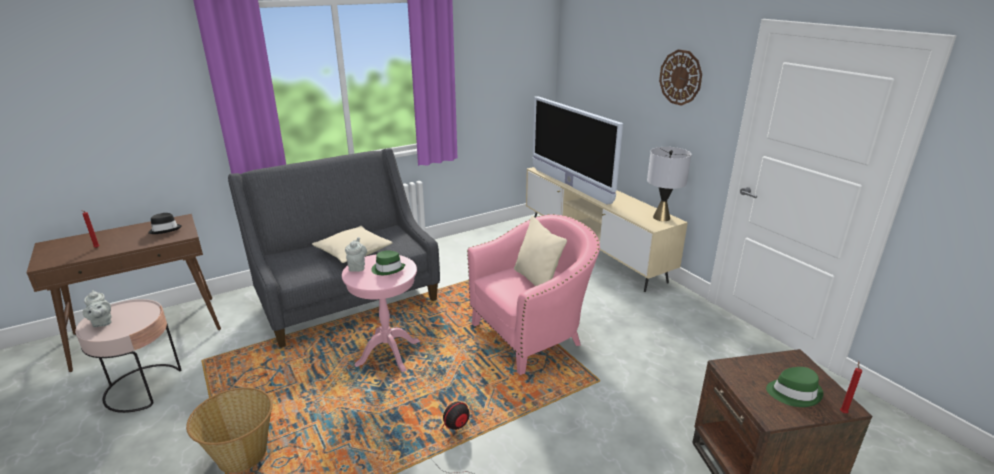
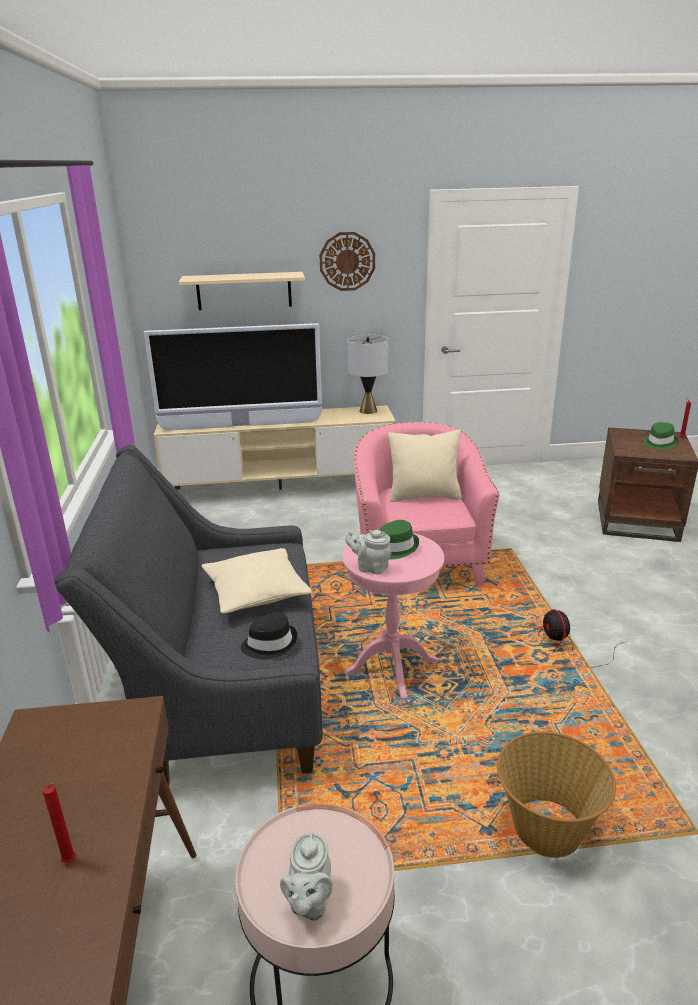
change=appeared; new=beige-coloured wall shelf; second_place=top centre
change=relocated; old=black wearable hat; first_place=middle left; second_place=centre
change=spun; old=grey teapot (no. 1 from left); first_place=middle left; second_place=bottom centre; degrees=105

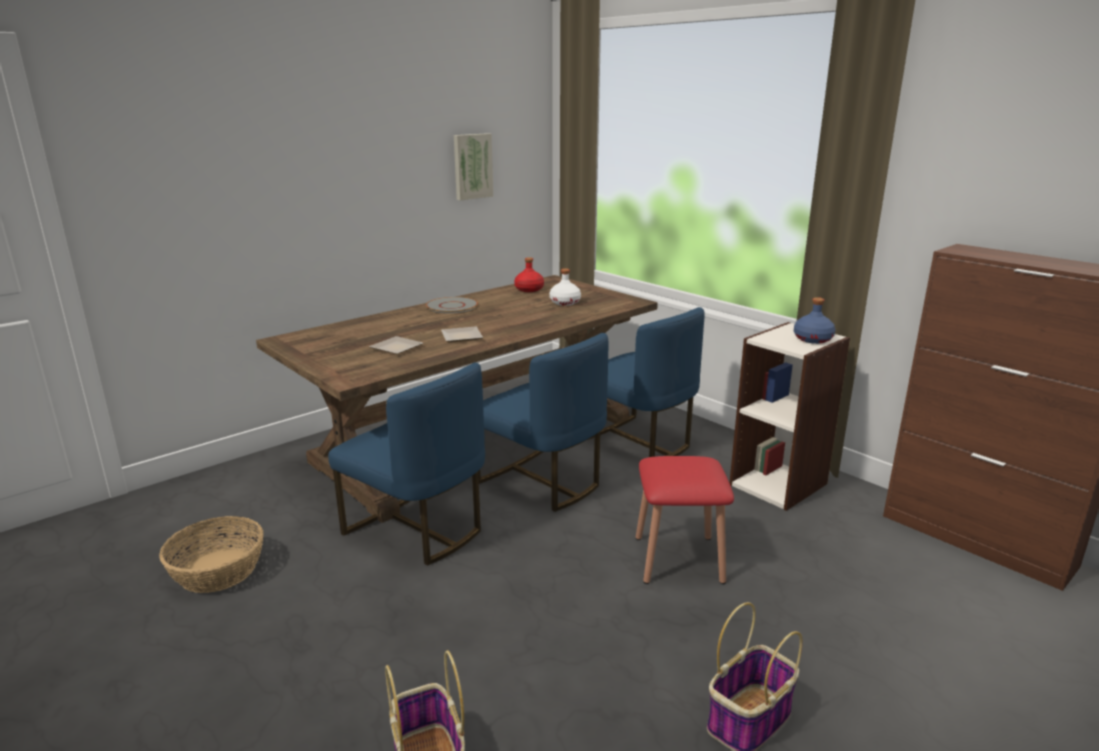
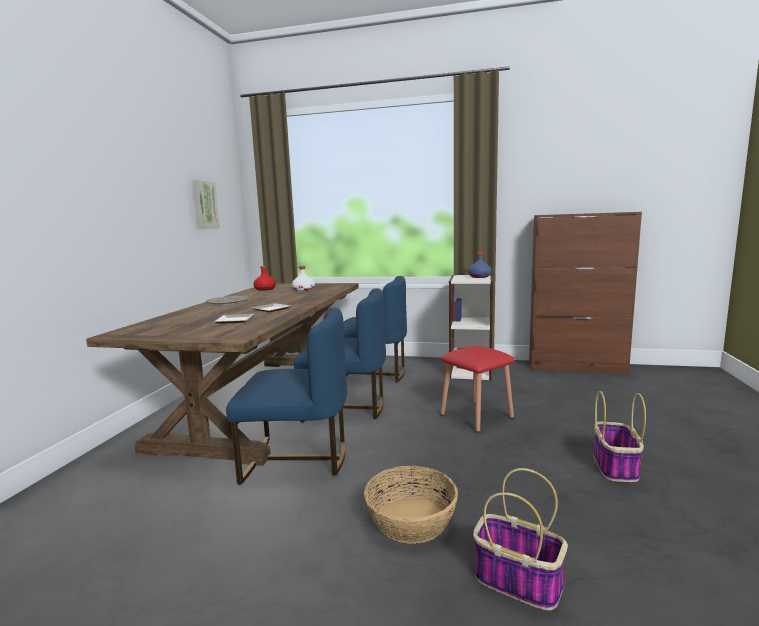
change=relocated; old=household basket (no. 1 from left); first_place=bottom left; second_place=bottom centre

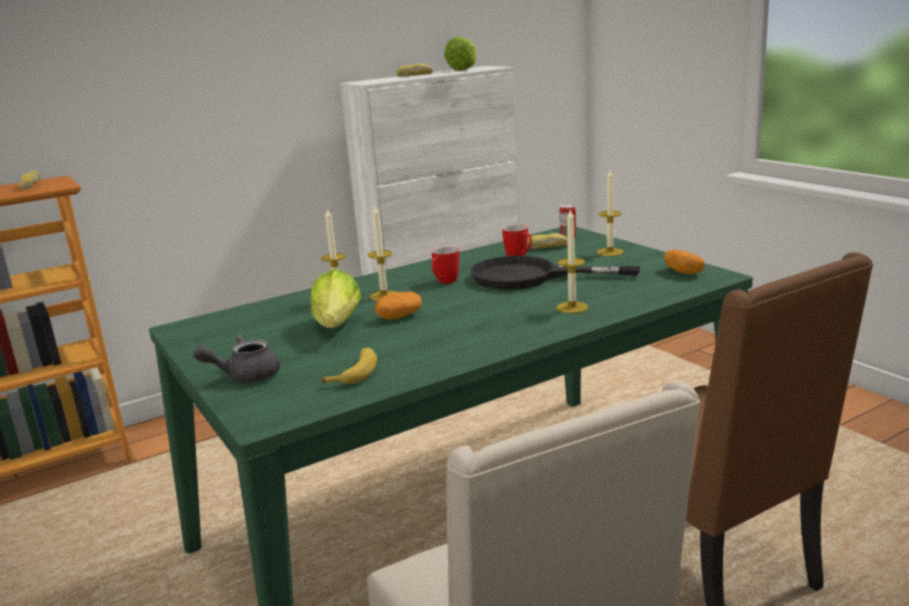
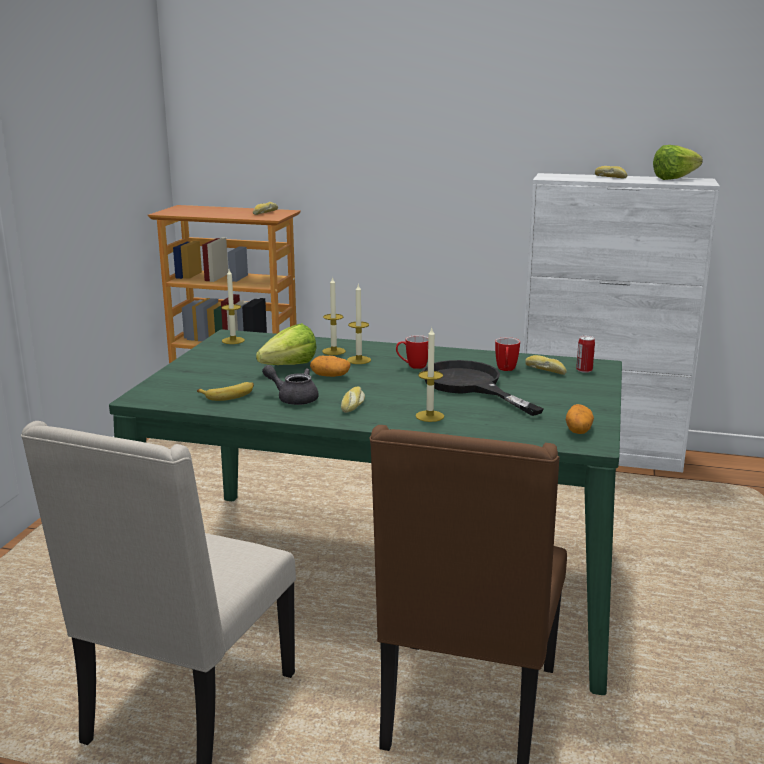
change=relocated; old=candle (no. 4 from left in the first image); new=candle (no. 1 from left); first_place=middle right; second_place=middle left
change=relocated; old=grey teapot; first_place=middle left; second_place=centre
change=appeared; new=bread (no. 2 from left); second_place=centre

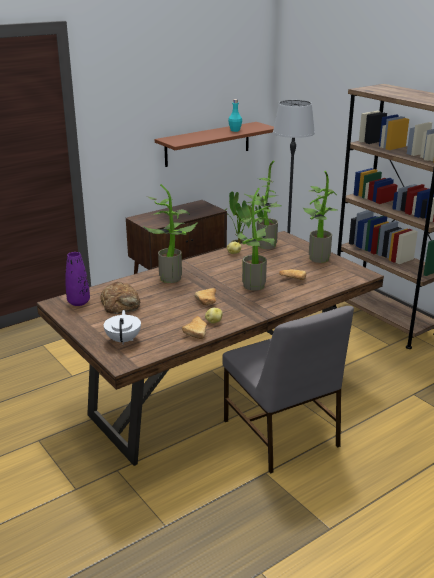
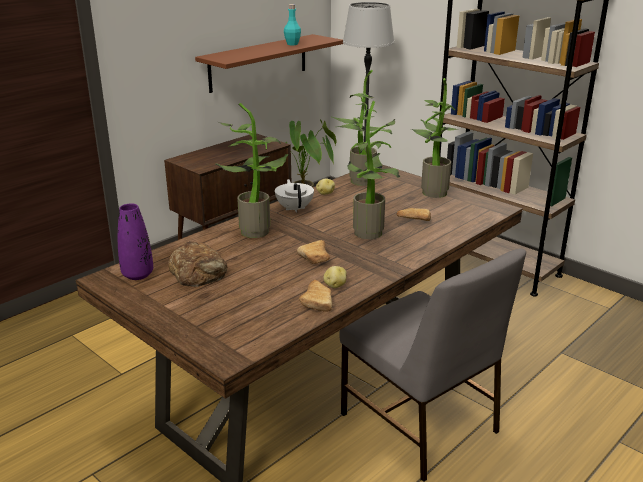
change=relocated; old=white teapot; first_place=middle left; second_place=centre

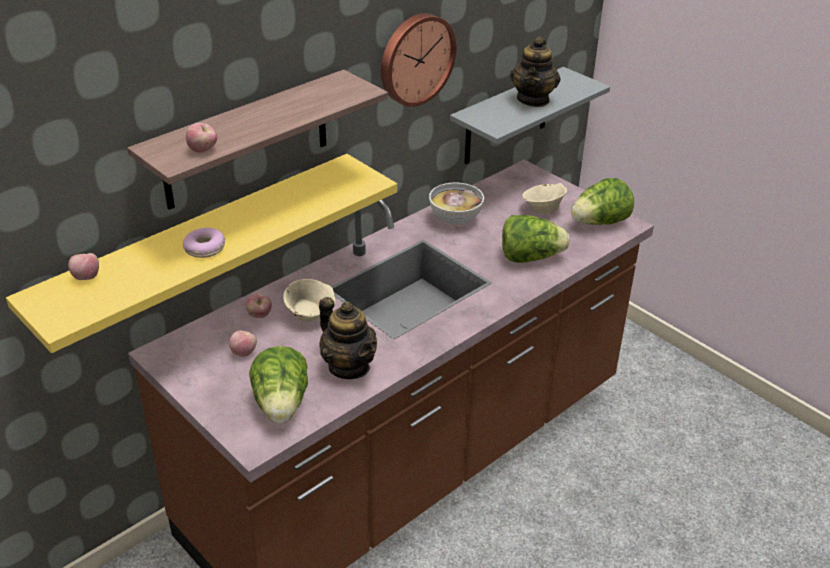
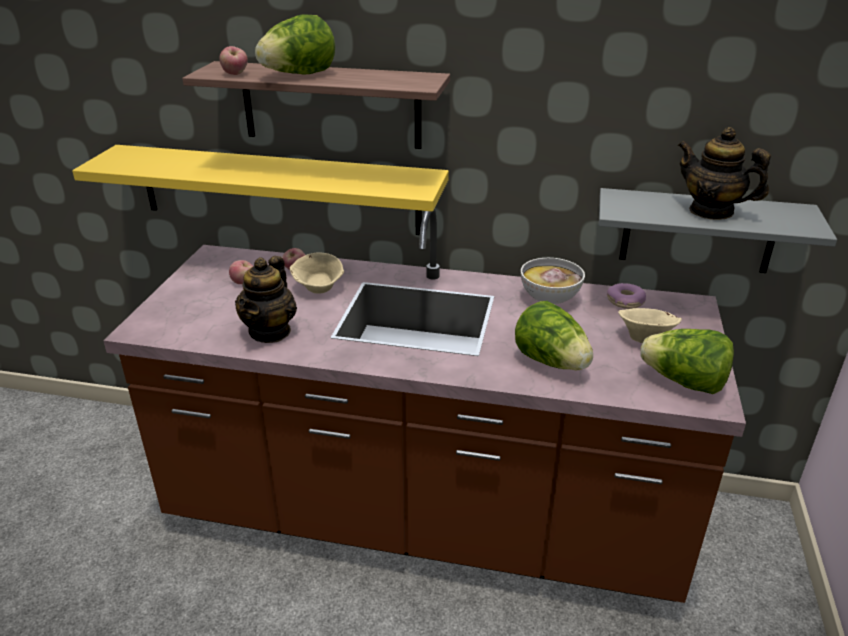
change=relocated; old=lettuce head (no. 1 from left); first_place=bottom centre; second_place=top centre
change=relocated; old=ring doughnut; first_place=middle left; second_place=middle right
change=spun; old=teapot (no. 2 from left); first_place=top centre; second_place=top right; degrees=60
change=missing; old=whole apple (no. 1 from left); first_place=middle left
change=missing; old=clock on the wall; first_place=top centre

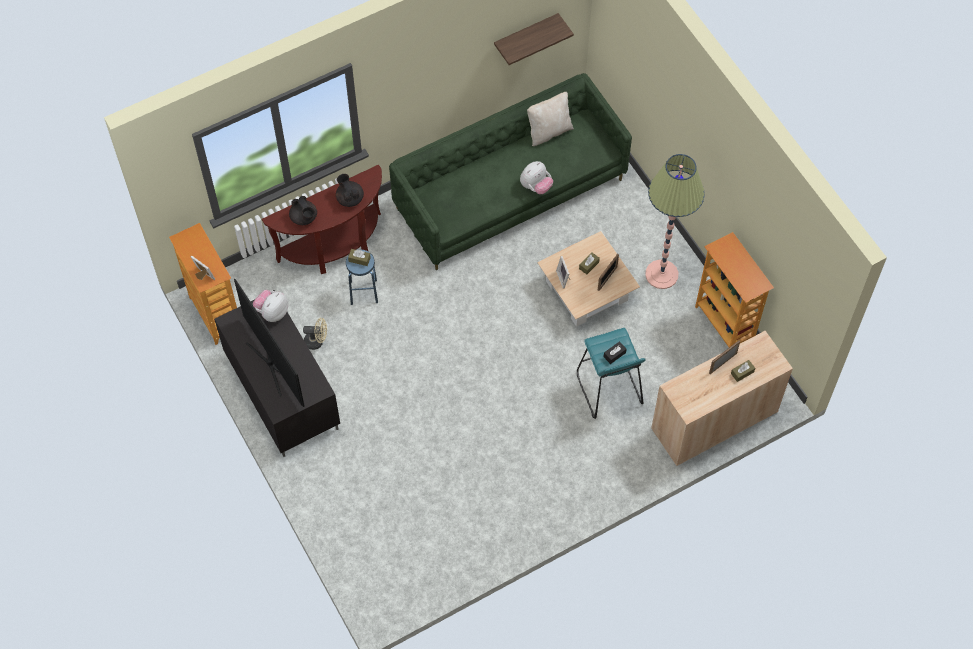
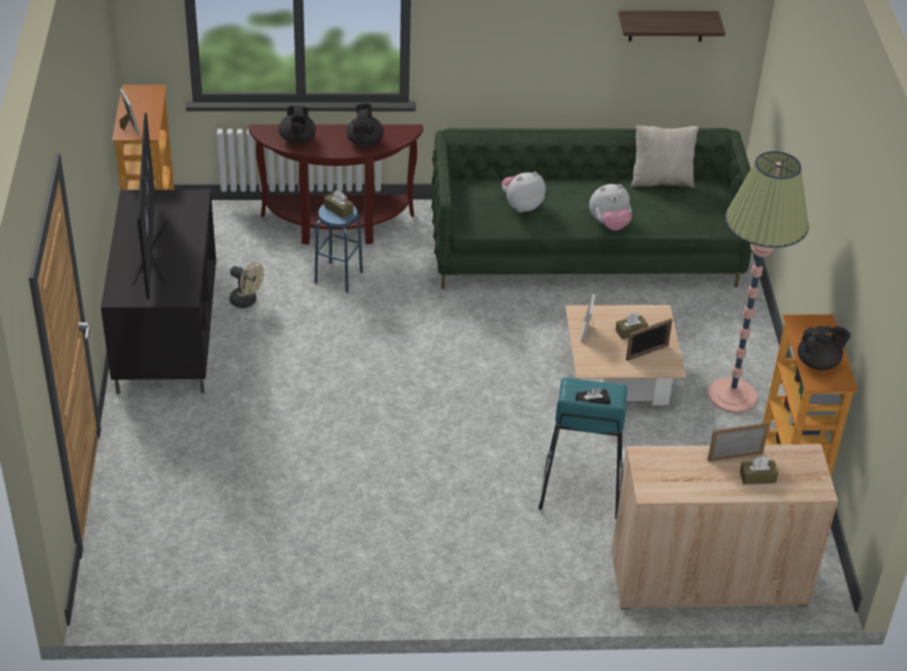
change=relocated; old=plush toy (no. 1 from left); first_place=middle left; second_place=top centre
change=appeared; new=black teapot (no. 3 from left); second_place=middle right

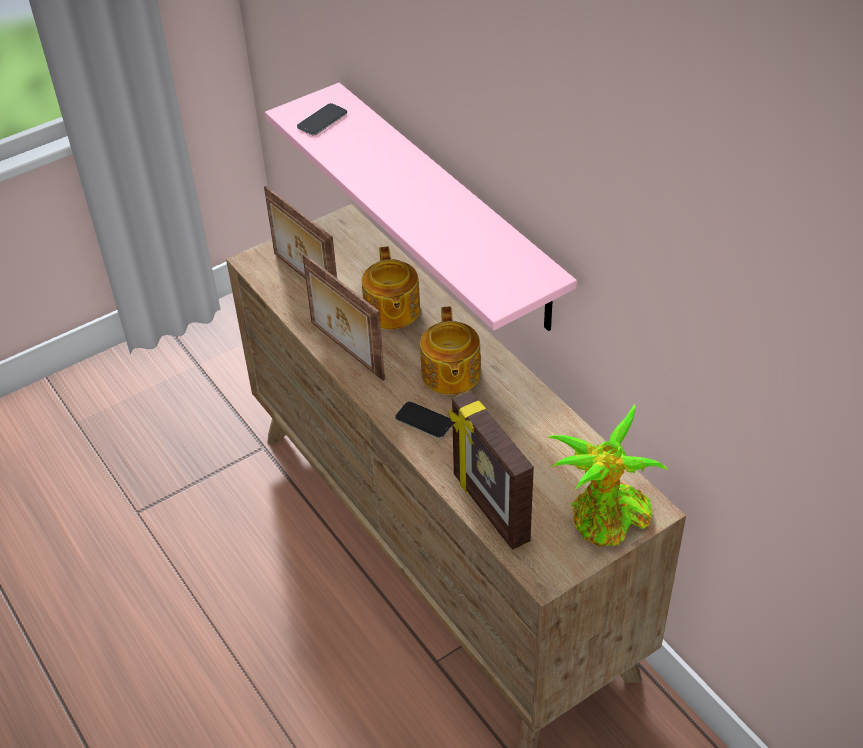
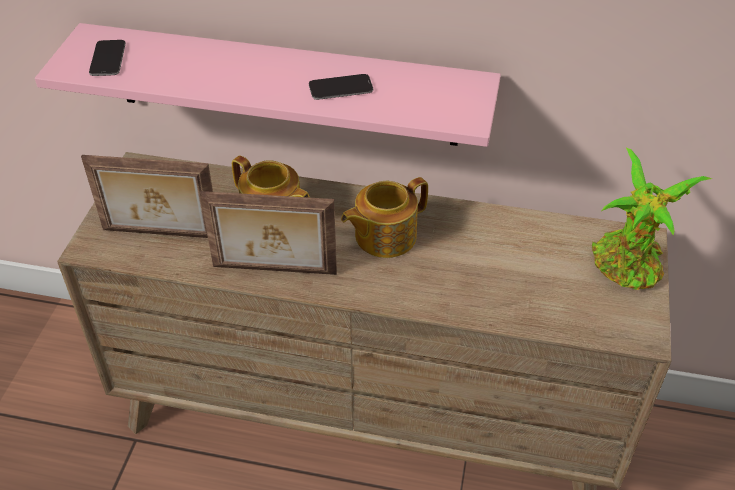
change=relocated; old=phone (no. 2 from left); first_place=centre; second_place=top centre
change=spun; old=teapot (no. 2 from left); first_place=centre; second_place=centre; degrees=105
change=missing; old=photo frame (no. 3 from left); first_place=centre

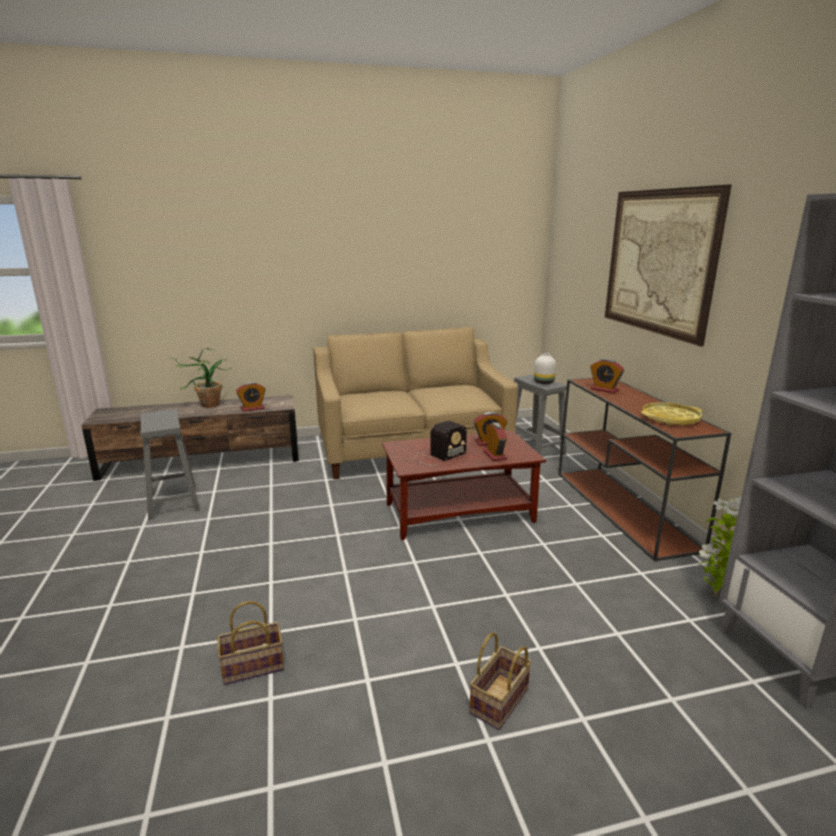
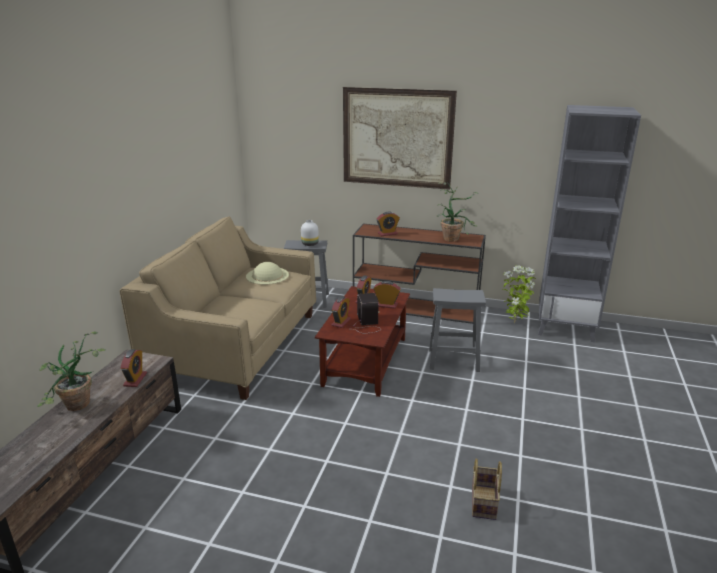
change=appeared; new=beige-coloured wearable hat; second_place=centre
change=appeared; new=table clock (no. 2 from left); second_place=centre
change=relocated; old=grey sitting stool (no. 1 from left in the first image); new=grey sitting stool (no. 2 from left); first_place=middle left; second_place=centre
change=exchanged; old=yellow carrying tray; new=plant in a pot (no. 2 from left); first_place=middle right; second_place=centre
change=missing; old=household basket (no. 2 from left); first_place=bottom centre

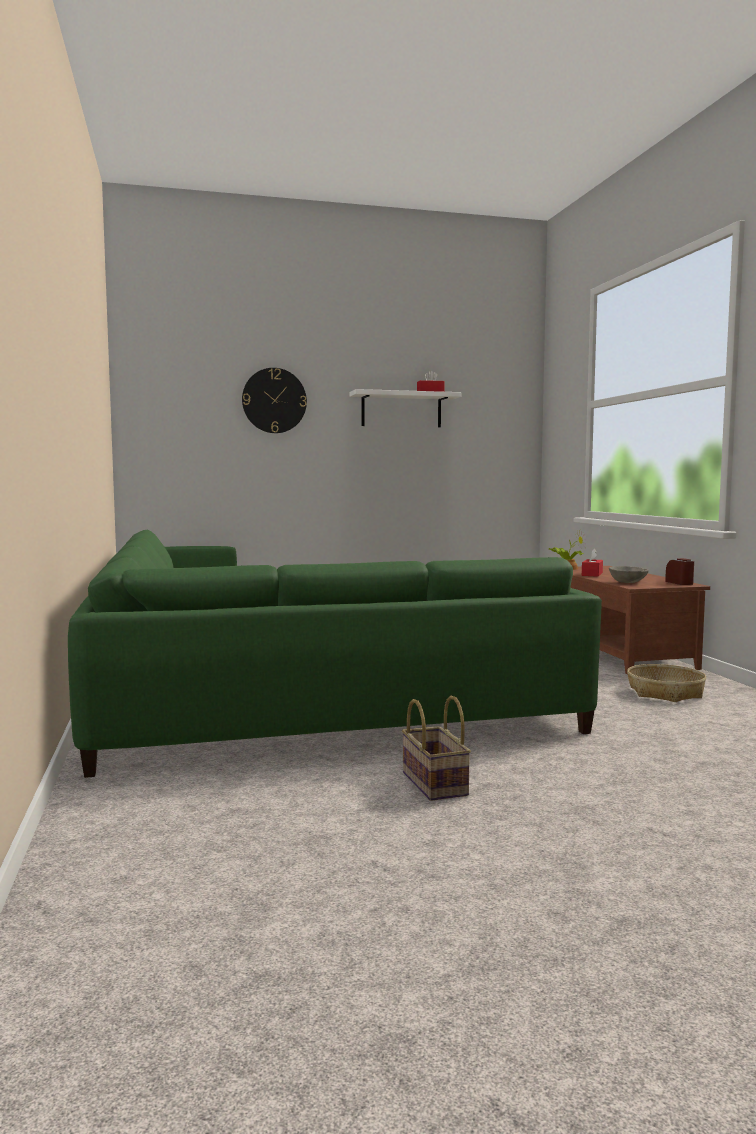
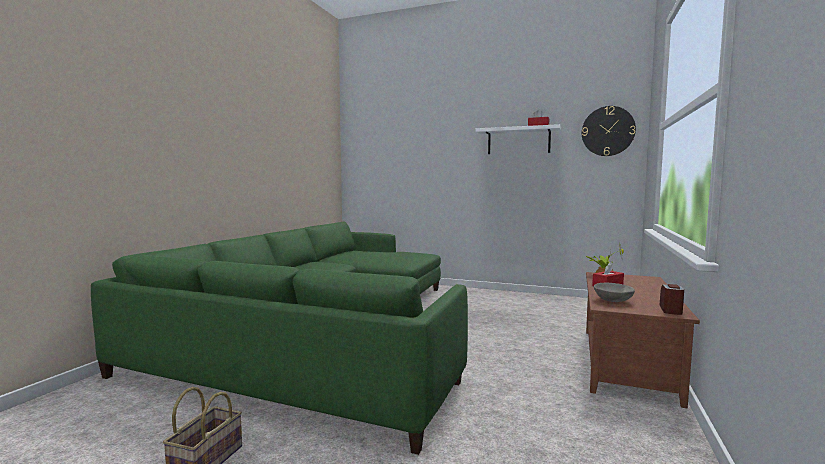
change=relocated; old=clock on the wall; first_place=centre; second_place=top right
change=missing; old=household basket (no. 2 from left); first_place=middle right

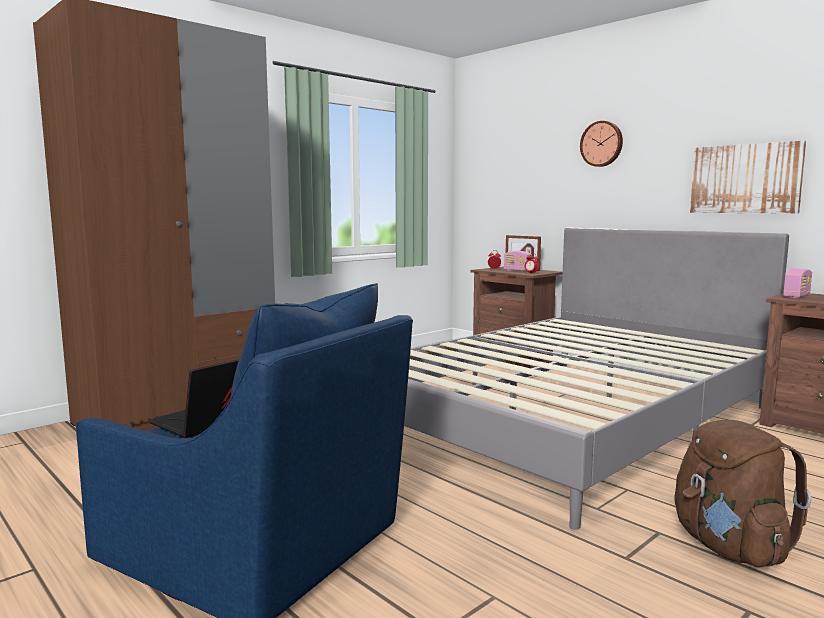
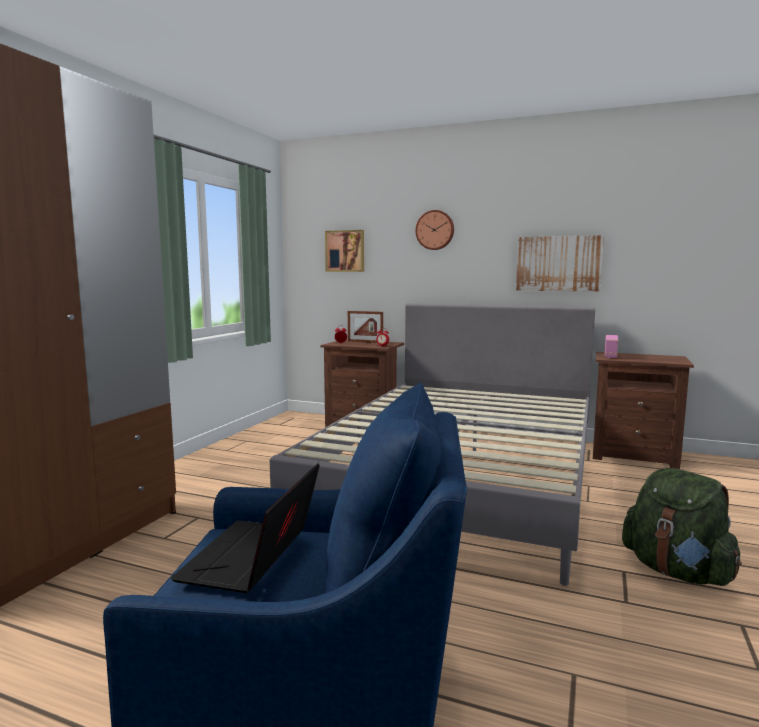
change=appeared; new=wall picture (no. 1 from left); second_place=centre
change=colour; old=brownish knapsack; new=green knapsack; first_place=bottom right; second_place=bottom right
change=missing; old=radio (no. 1 from left); first_place=centre

